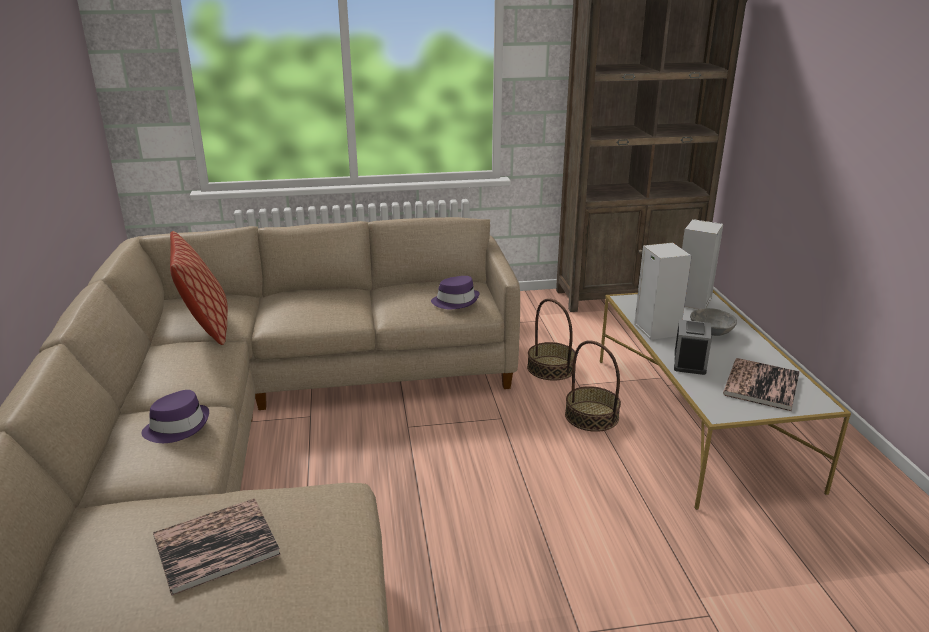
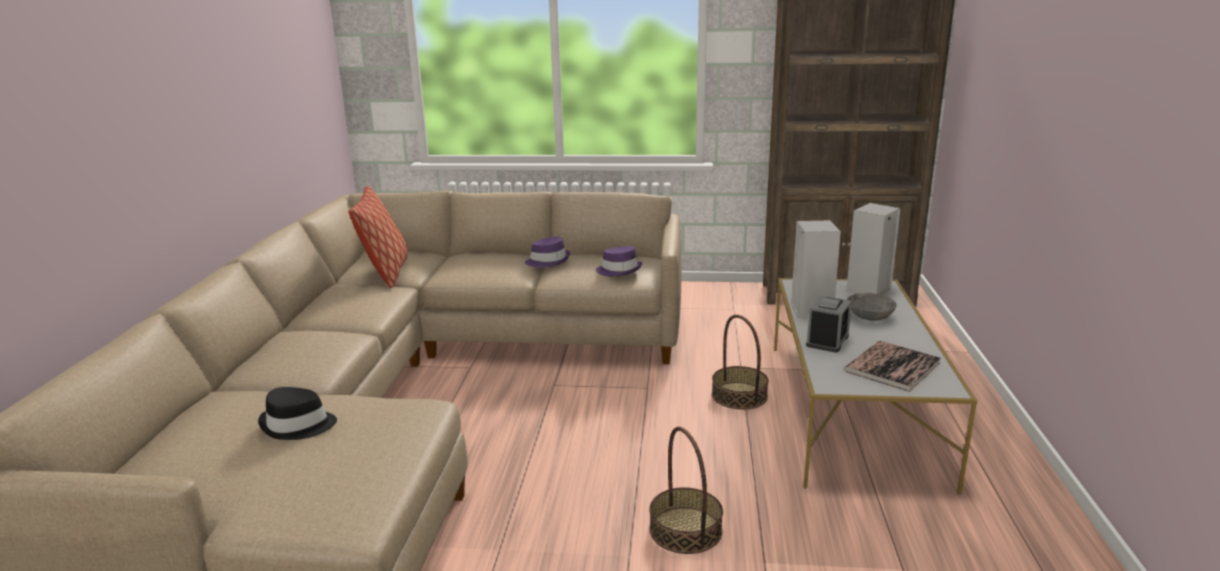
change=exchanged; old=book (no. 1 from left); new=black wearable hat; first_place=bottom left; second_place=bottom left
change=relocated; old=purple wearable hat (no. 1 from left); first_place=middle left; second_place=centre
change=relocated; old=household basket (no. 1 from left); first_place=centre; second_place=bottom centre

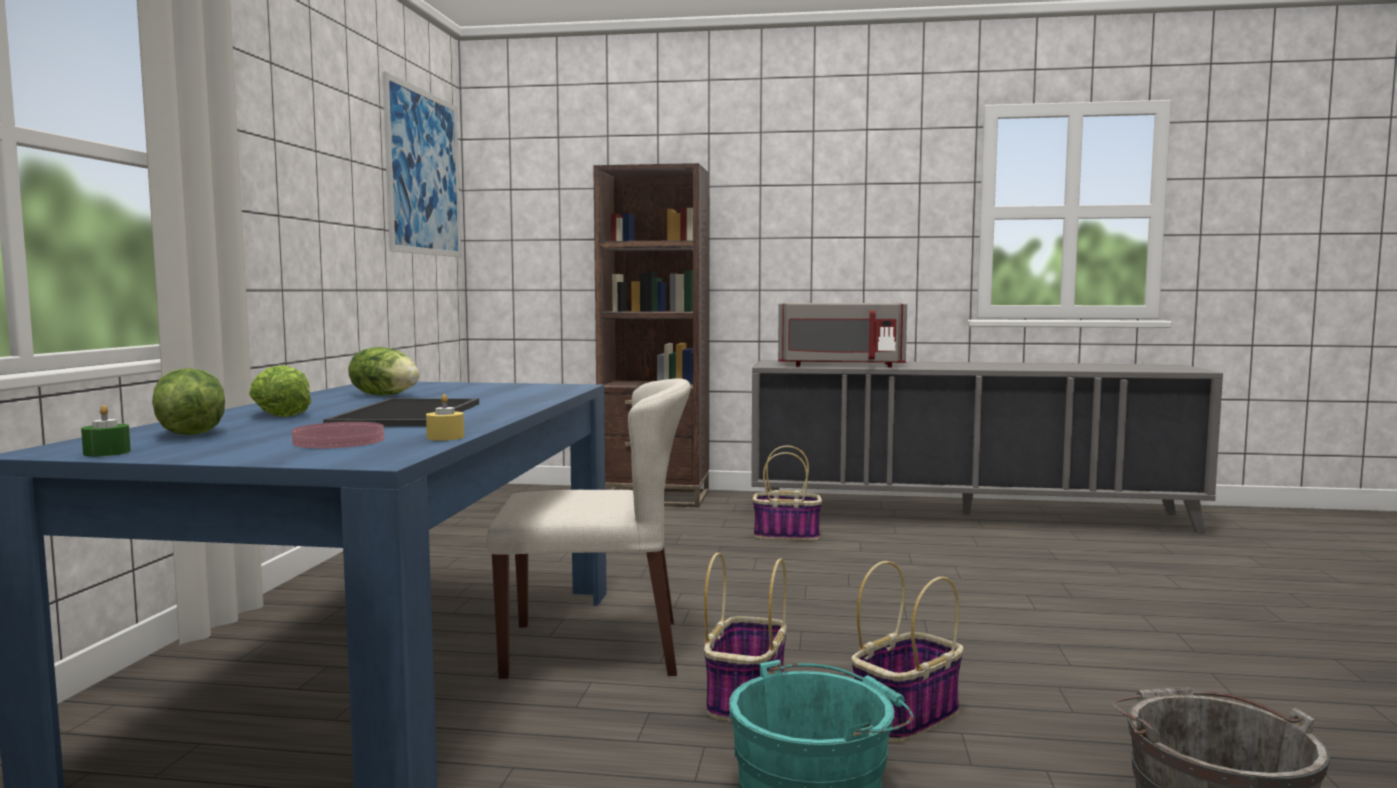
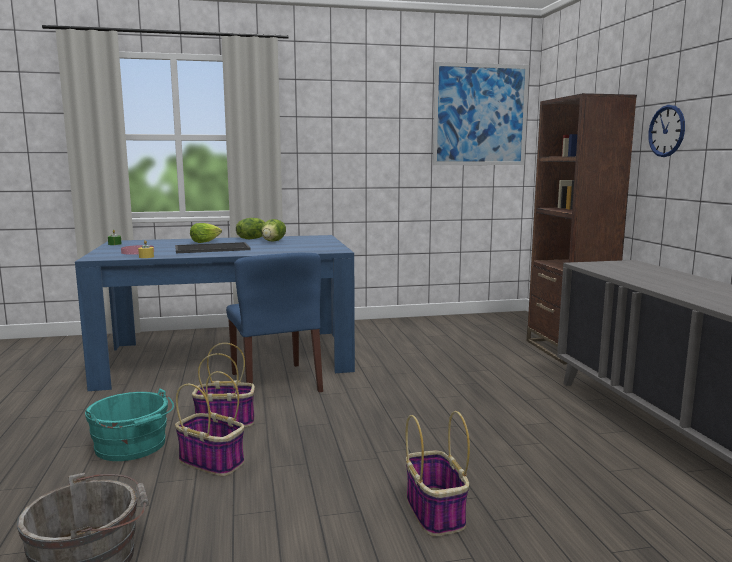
change=colour; old=beige-coloured plain chair; new=bluish plain chair; first_place=bottom centre; second_place=centre
change=relocated; old=lettuce head (no. 1 from left in the first image); new=lettuce head (no. 2 from left); first_place=middle left; second_place=centre
change=relocated; old=household basket (no. 2 from left in the first image); new=household basket (no. 3 from left); first_place=centre; second_place=bottom centre
change=appeared; new=clock on the wall; second_place=top right
change=missing; old=grey microwave oven; first_place=centre

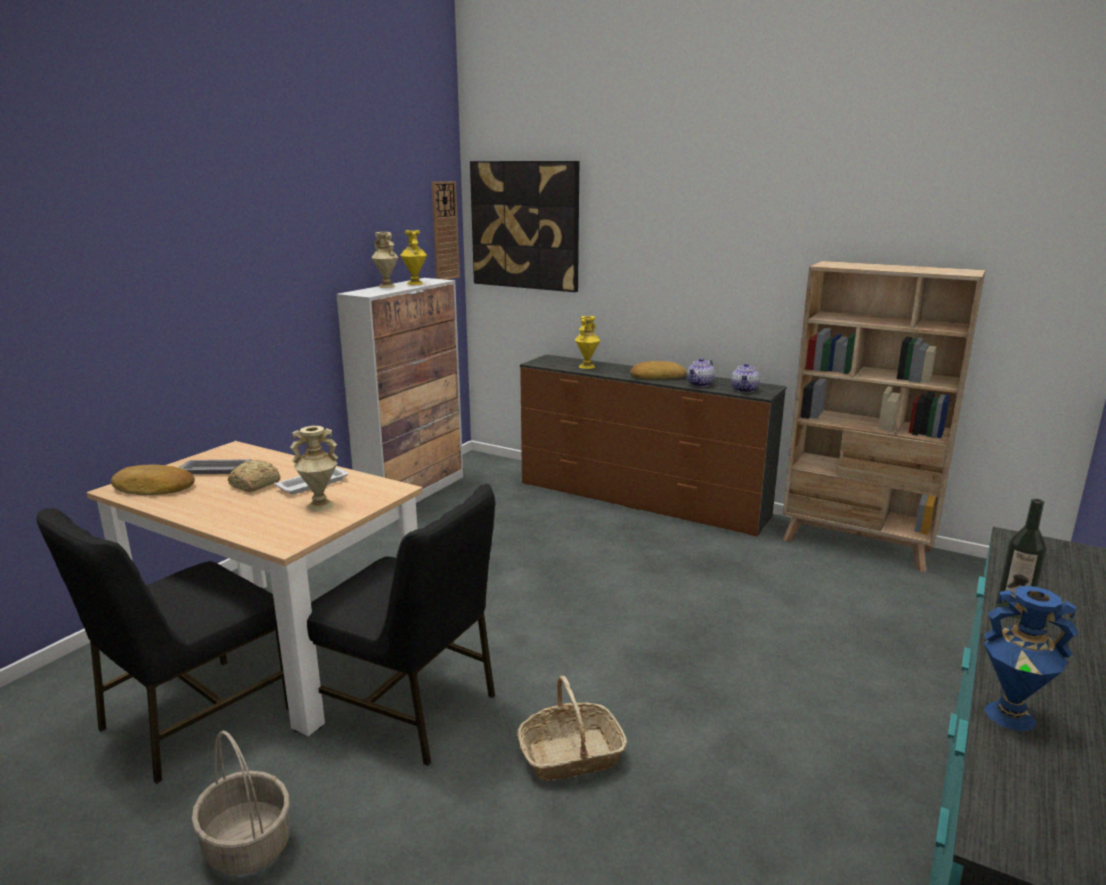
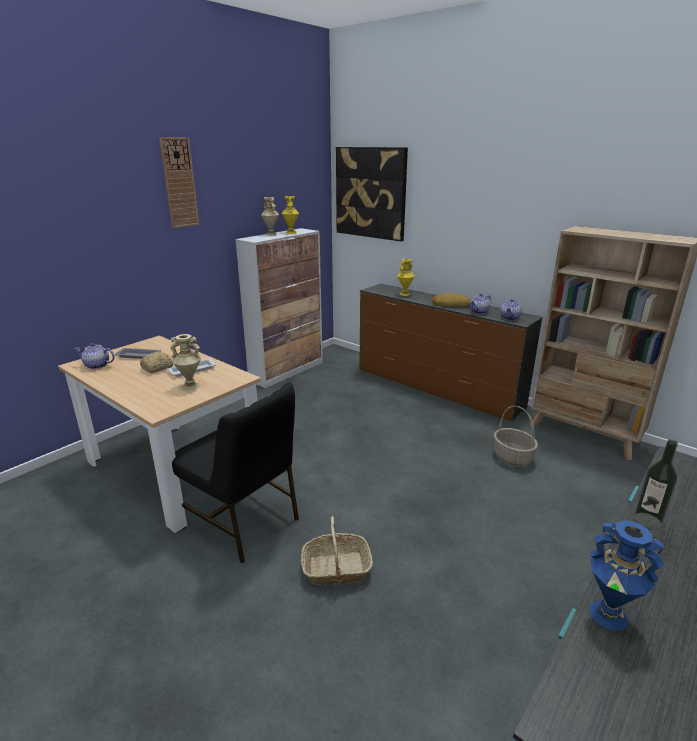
change=exchanged; old=bread (no. 1 from left); new=teapot (no. 1 from left); first_place=middle left; second_place=middle left
change=relocated; old=clock on the wall; first_place=top centre; second_place=top left
change=relocated; old=household basket (no. 1 from left in the first image); new=household basket (no. 2 from left); first_place=bottom left; second_place=middle right
change=missing; old=black plain chair (no. 1 from left); first_place=bottom left

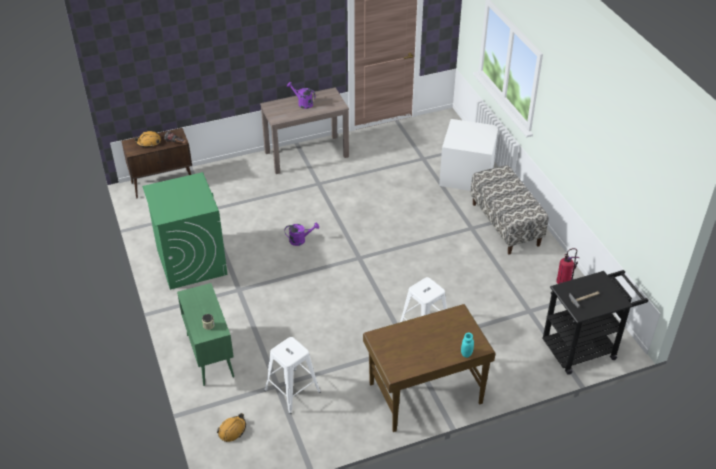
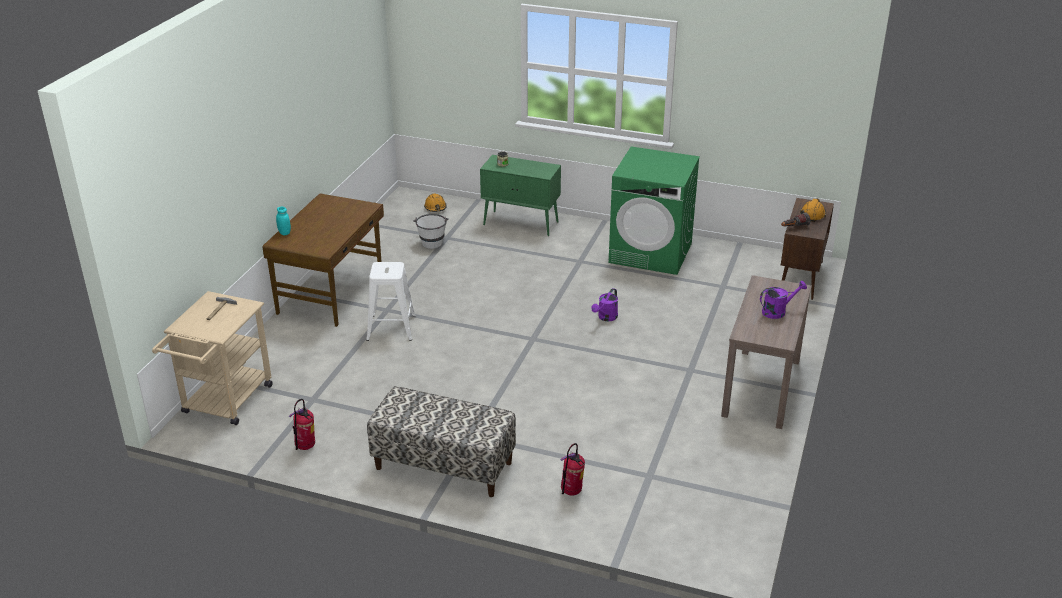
change=colour; old=black cart; new=beige-coloured cart; first_place=bottom right; second_place=middle left
change=exchanged; old=white sitting stool (no. 1 from left); new=white bucket; first_place=bottom centre; second_place=centre
change=exchanged; old=white storage box; new=extinguisher (no. 2 from left); first_place=top centre; second_place=bottom centre

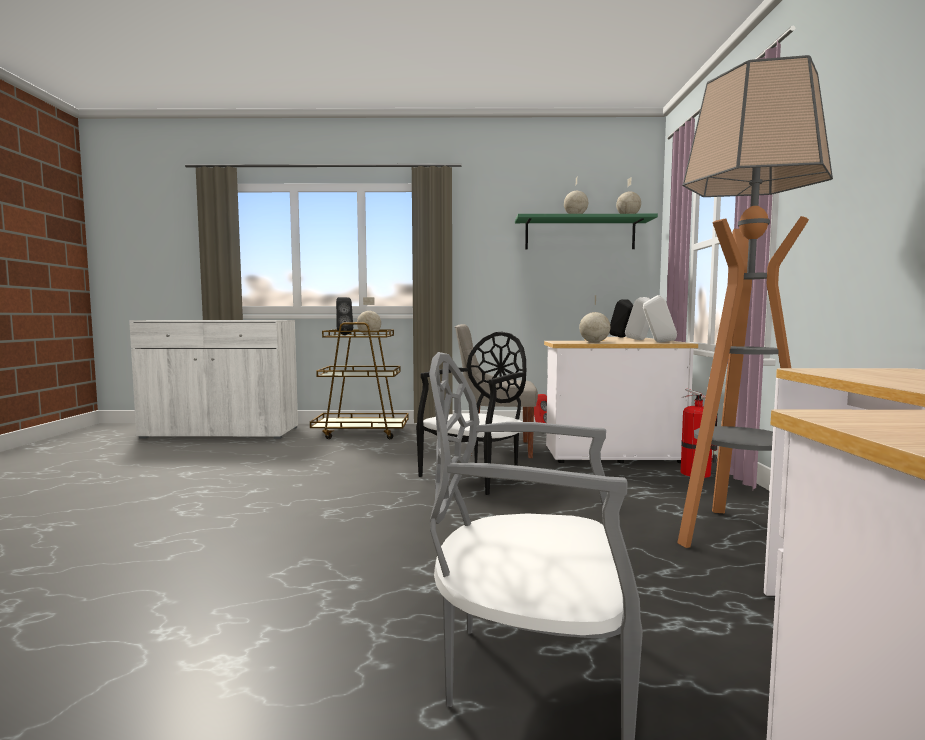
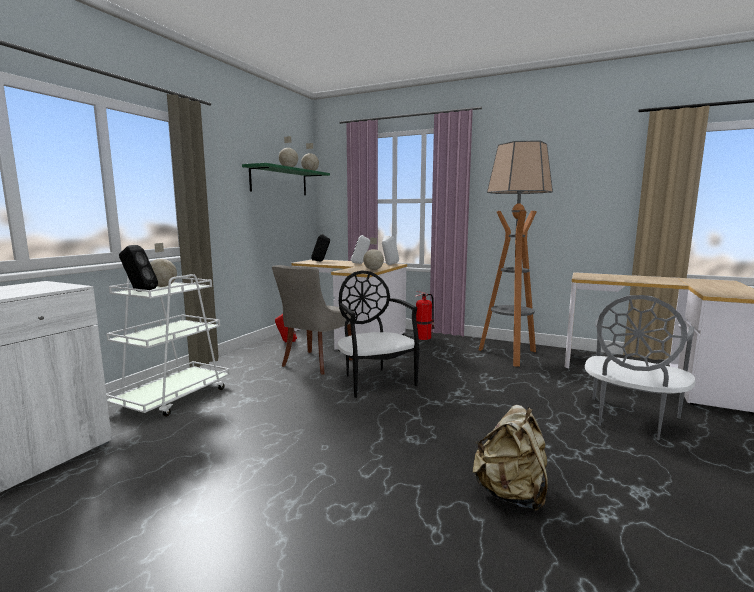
change=colour; old=brownish cart; new=white cart; first_place=centre; second_place=middle left
change=appeared; new=beige-coloured knapsack; second_place=bottom right

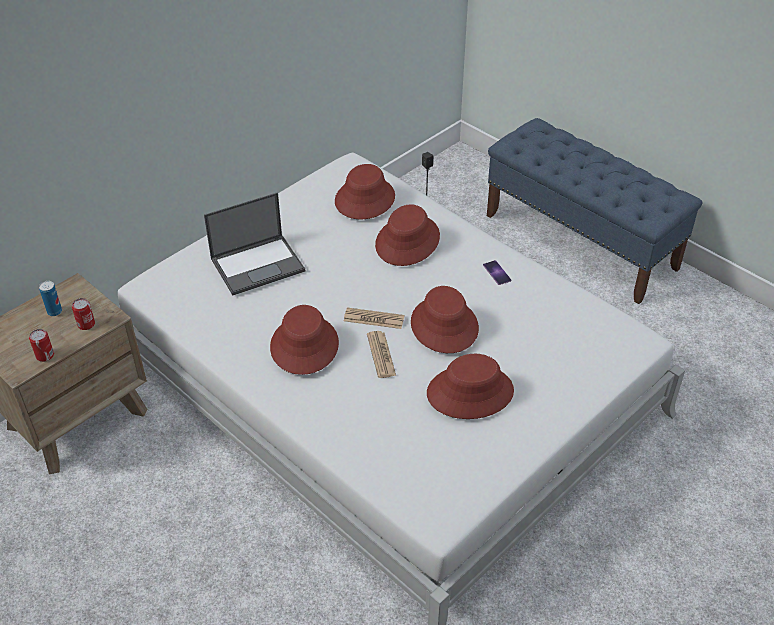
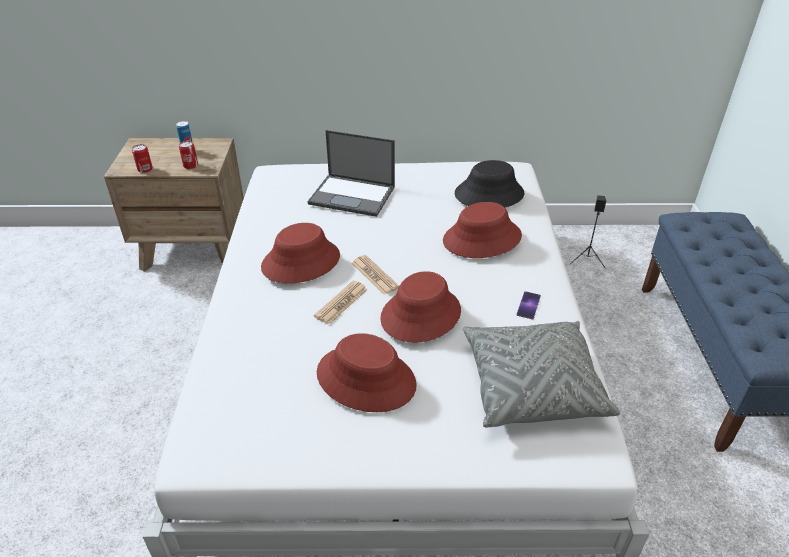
change=colour; old=reddish wearable hat (no. 2 from left); new=black wearable hat; first_place=top centre; second_place=top centre
change=appeared; new=grey cushion; second_place=bottom right

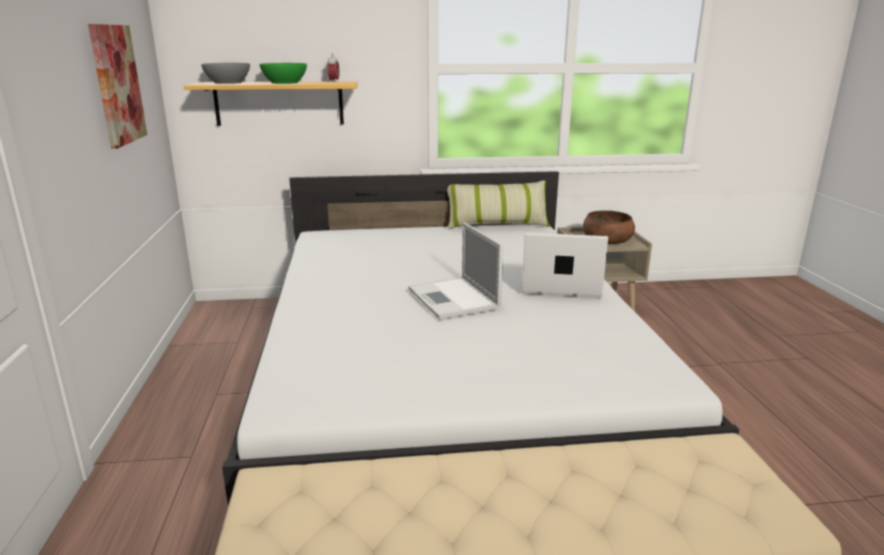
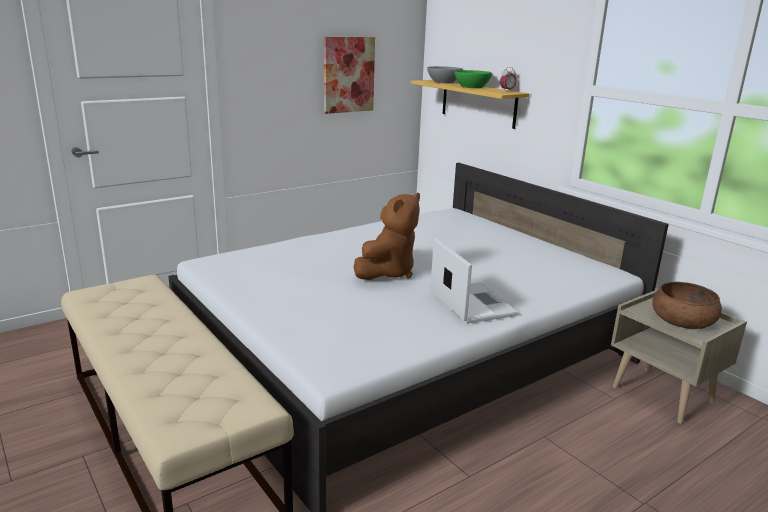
change=exchanged; old=portable computer (no. 1 from left); new=brownish plush toy; first_place=centre; second_place=centre
change=missing; old=cushion; first_place=centre

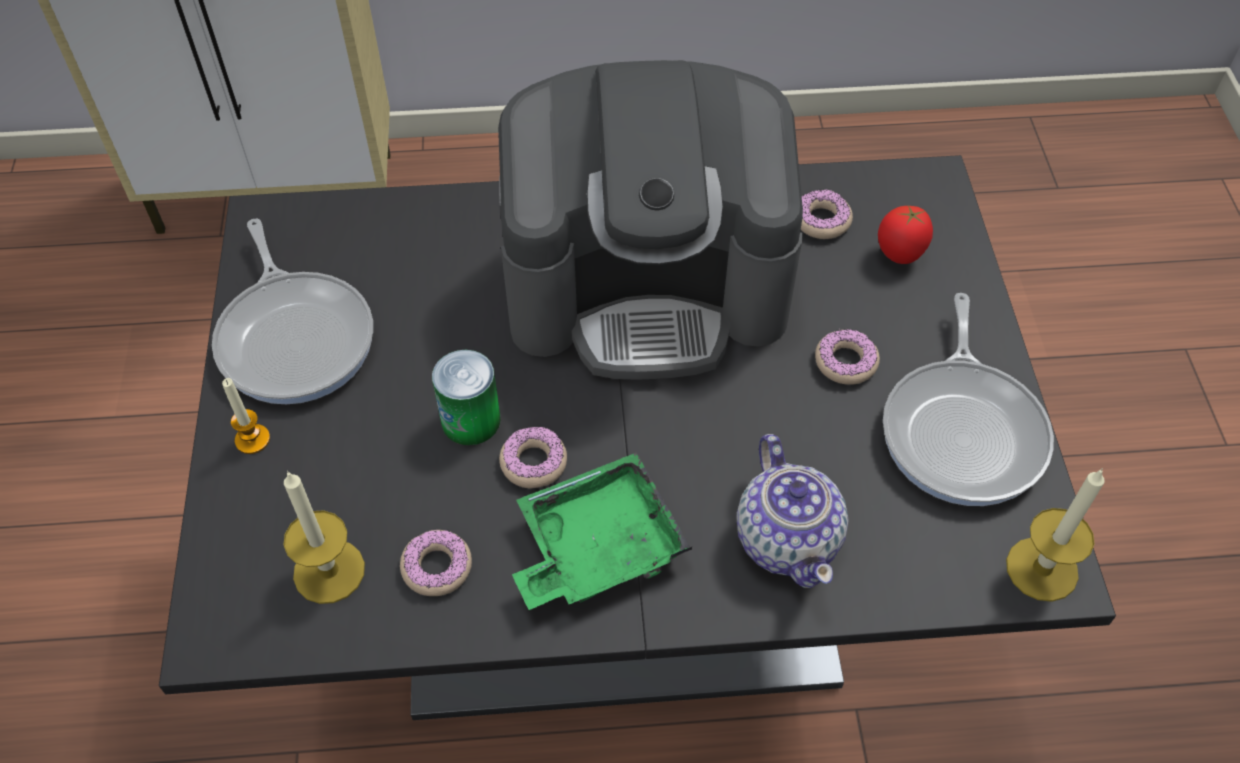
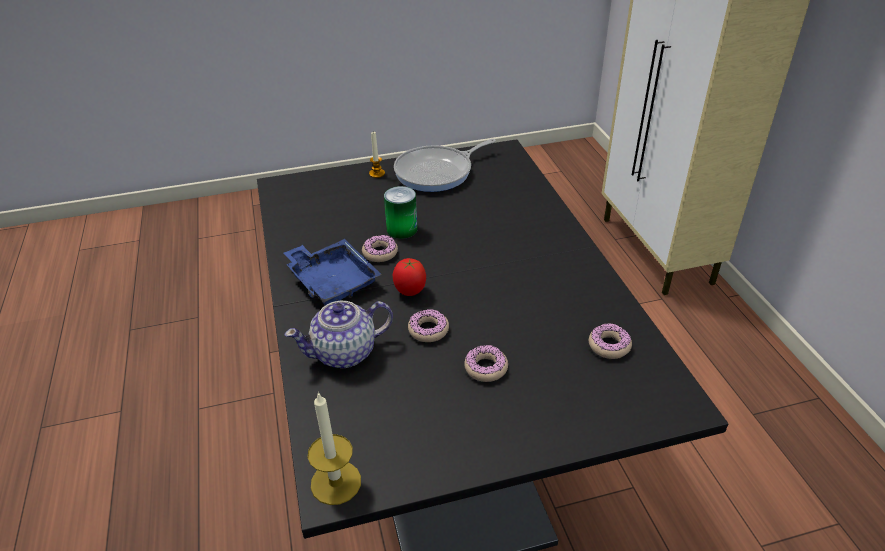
change=colour; old=green carrying tray; new=bluish carrying tray; first_place=bottom centre; second_place=centre
change=relocated; old=fresh tomato; first_place=top right; second_place=centre
change=relocated; old=ring doughnut (no. 1 from left in the first image); new=ring doughnut (no. 2 from left); first_place=bottom centre; second_place=centre
change=missing; old=candle (no. 2 from left); first_place=bottom left
change=missing; old=coffee machine; first_place=top centre
change=missing; old=frying pan (no. 2 from left); first_place=middle right

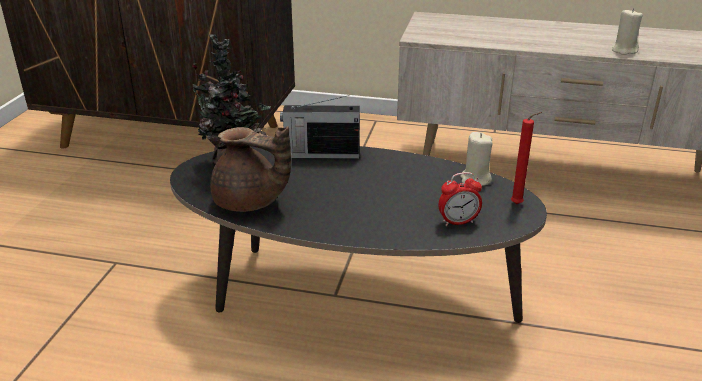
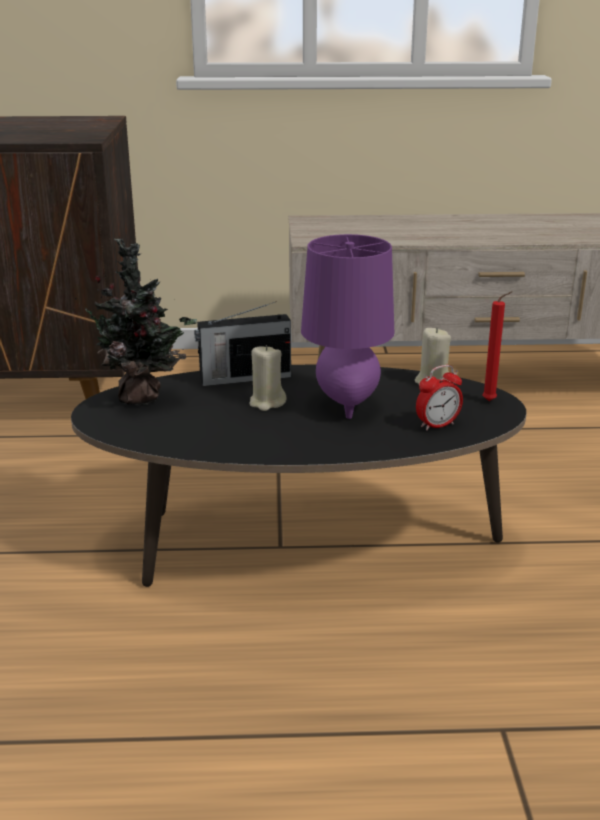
change=relocated; old=beige-coloured candle (no. 2 from left in the first image); new=beige-coloured candle (no. 1 from left); first_place=top right; second_place=centre
change=appeared; new=purple table lamp; second_place=centre
change=missing; old=brownish teapot; first_place=centre

